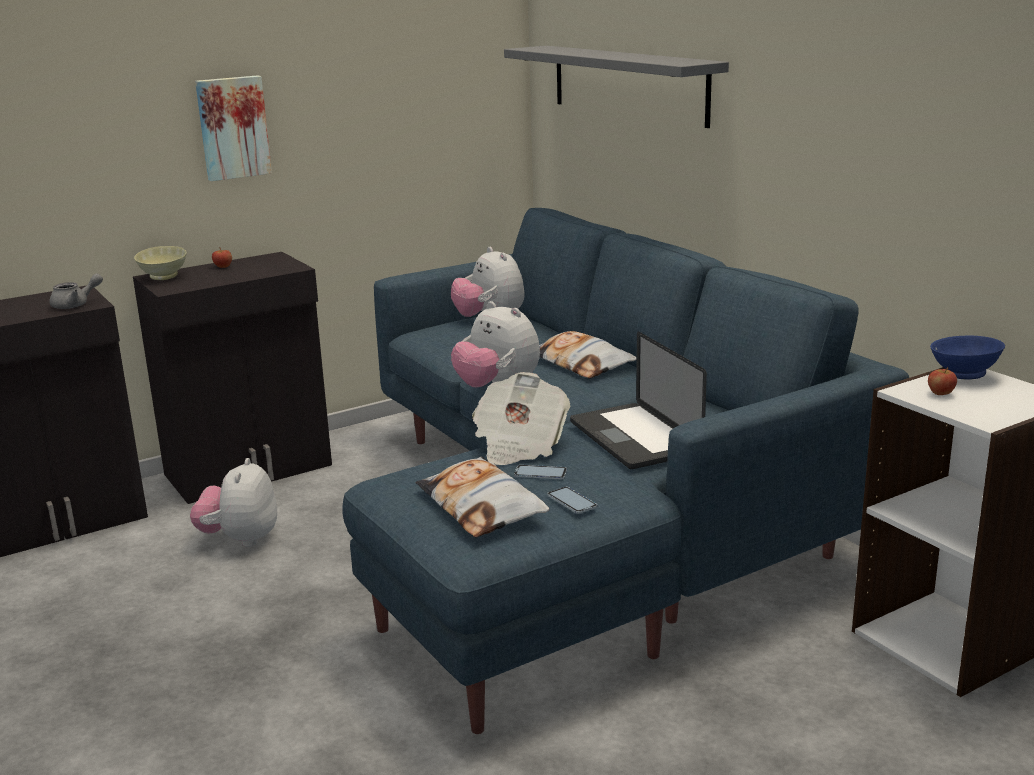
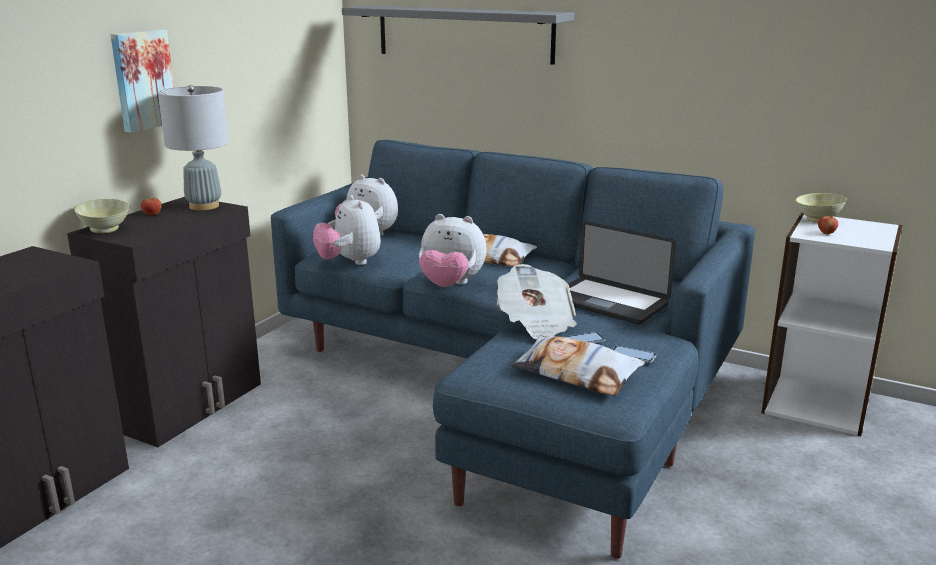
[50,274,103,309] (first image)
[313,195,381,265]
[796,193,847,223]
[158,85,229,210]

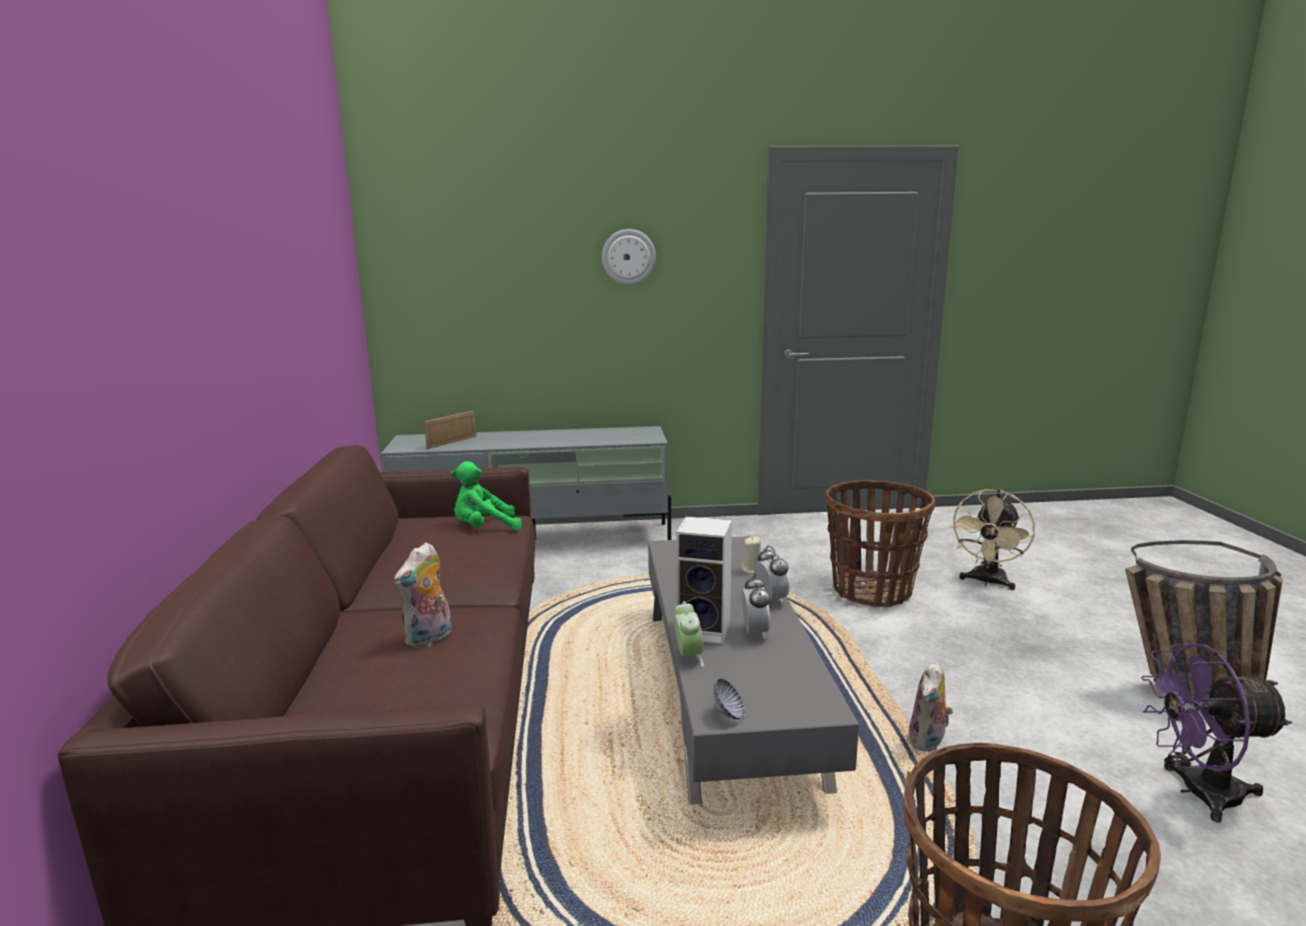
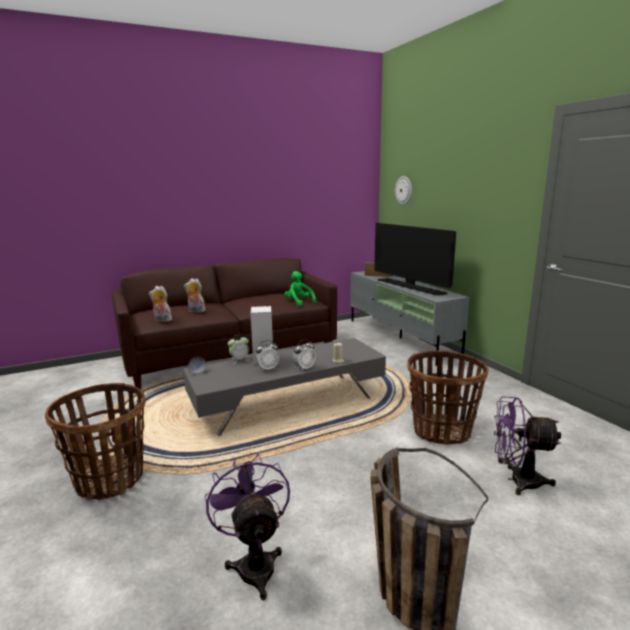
[395,176,412,205]
[149,286,174,322]
[494,397,561,495]
[374,223,456,295]

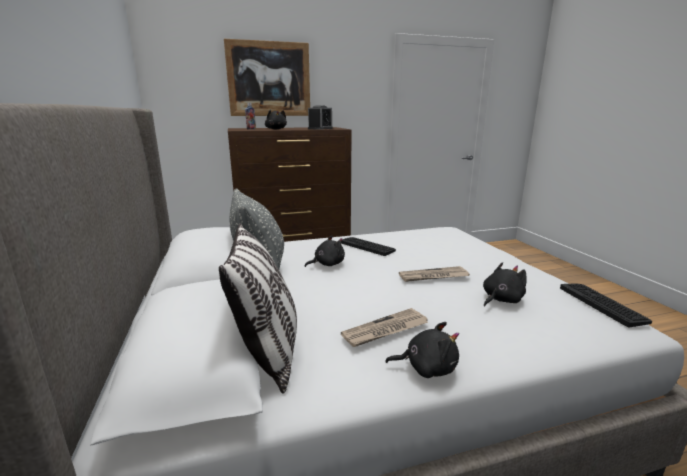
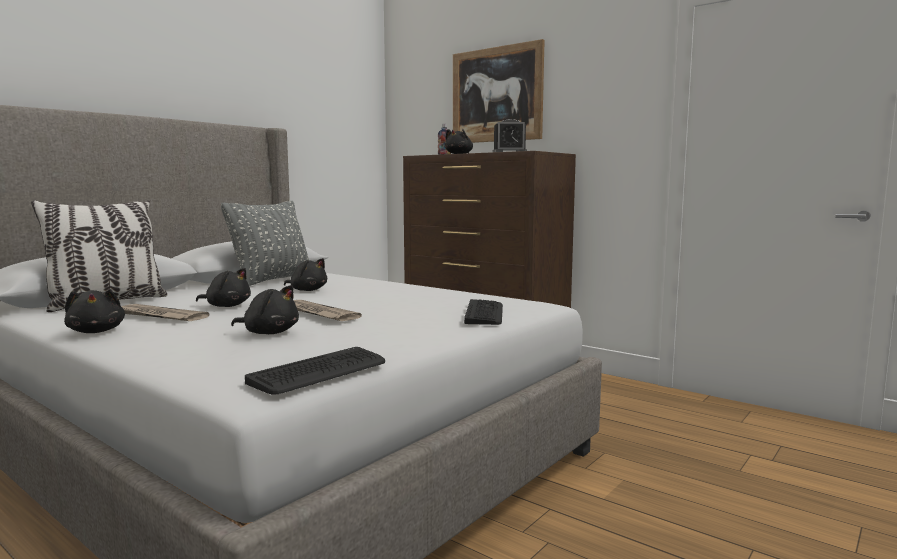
[464,299,503,325]
[196,268,251,307]

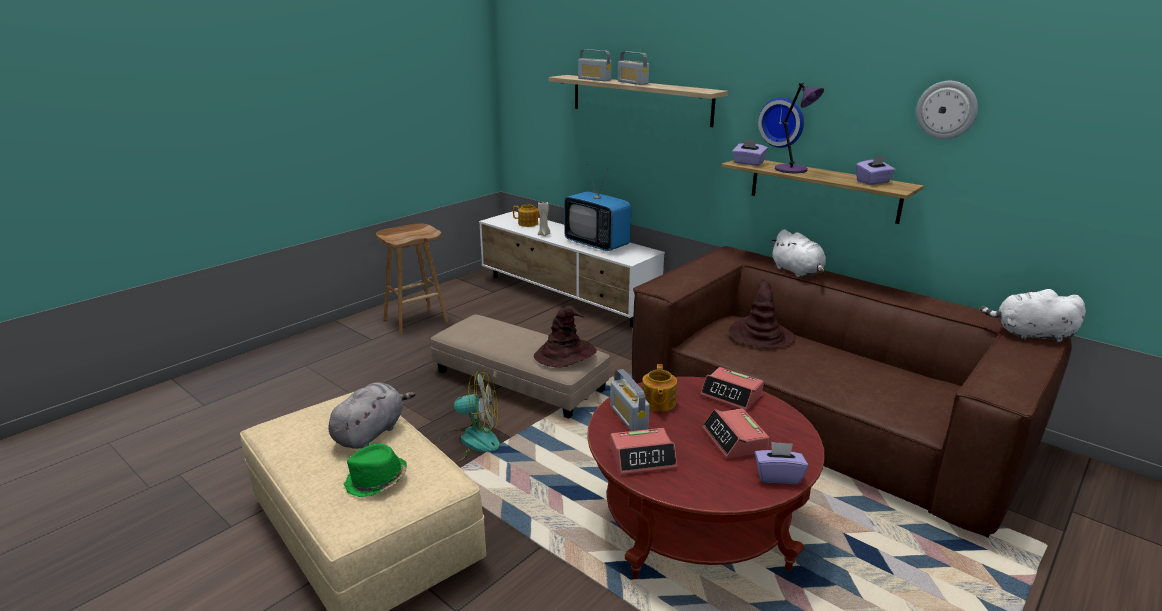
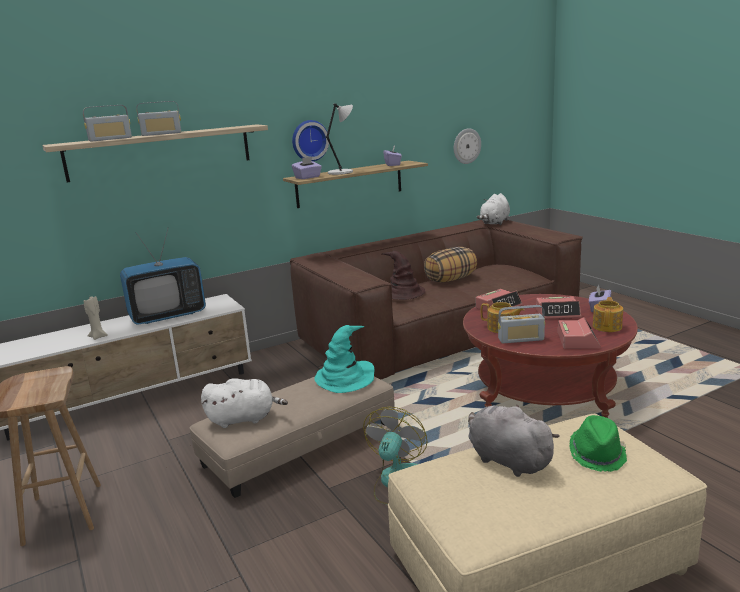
[593,297,623,332]
[314,325,374,393]
[201,378,288,428]
[326,103,353,175]
[454,128,481,164]
[424,247,477,282]

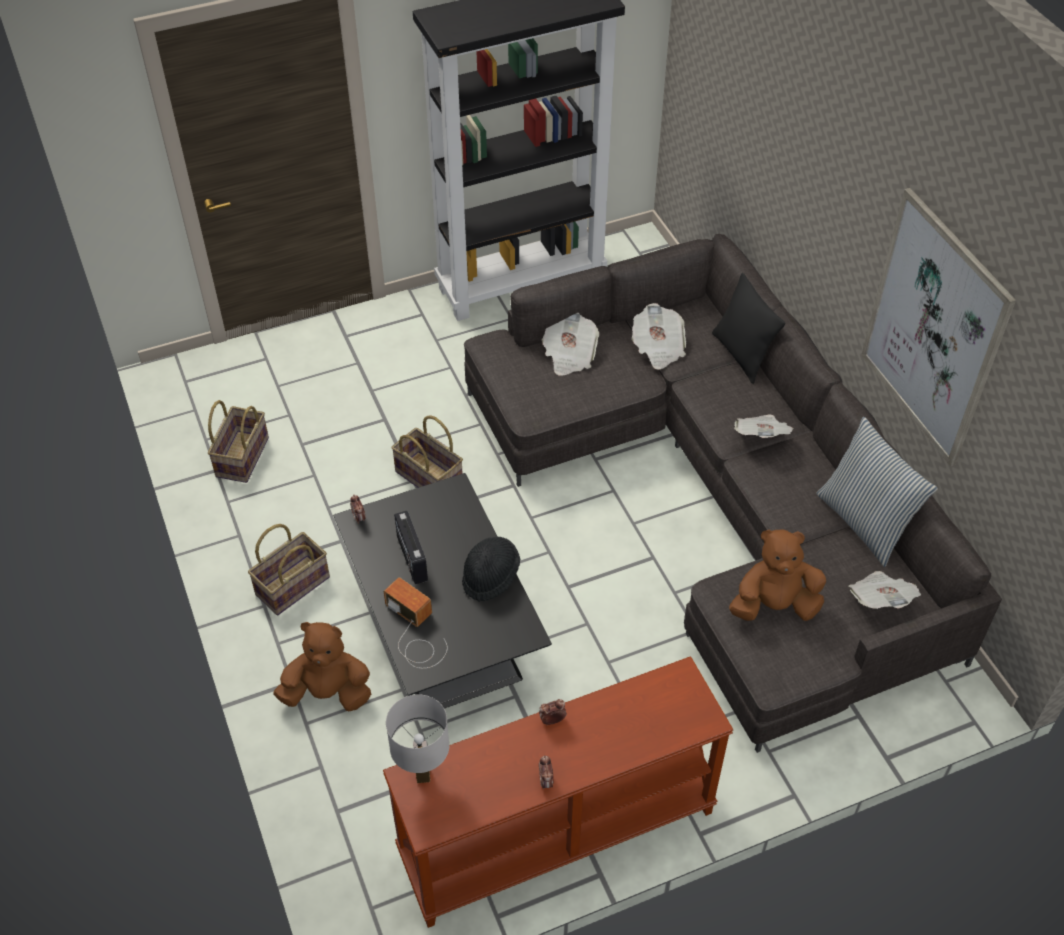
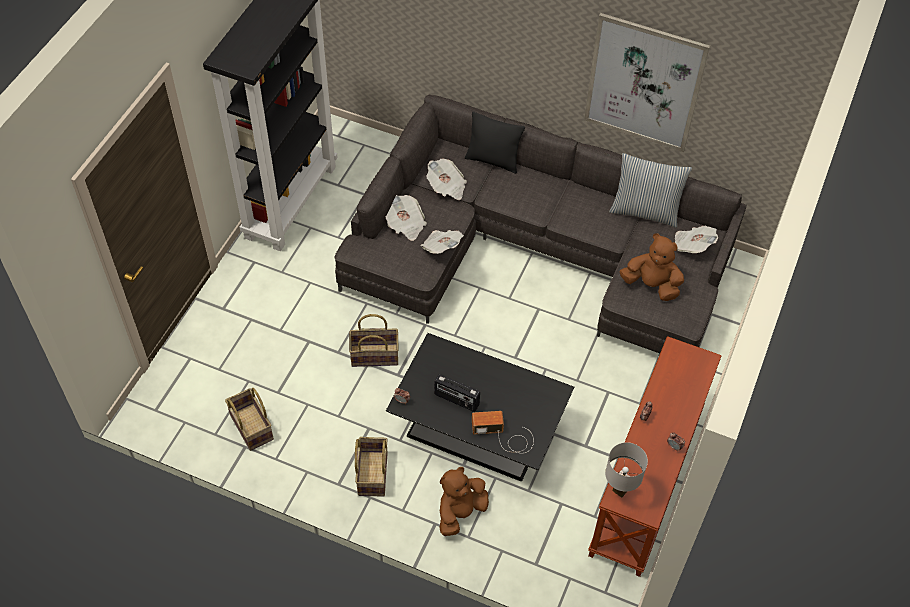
[462,537,520,602] (first image)
[620,233,684,301]
[420,230,464,254]

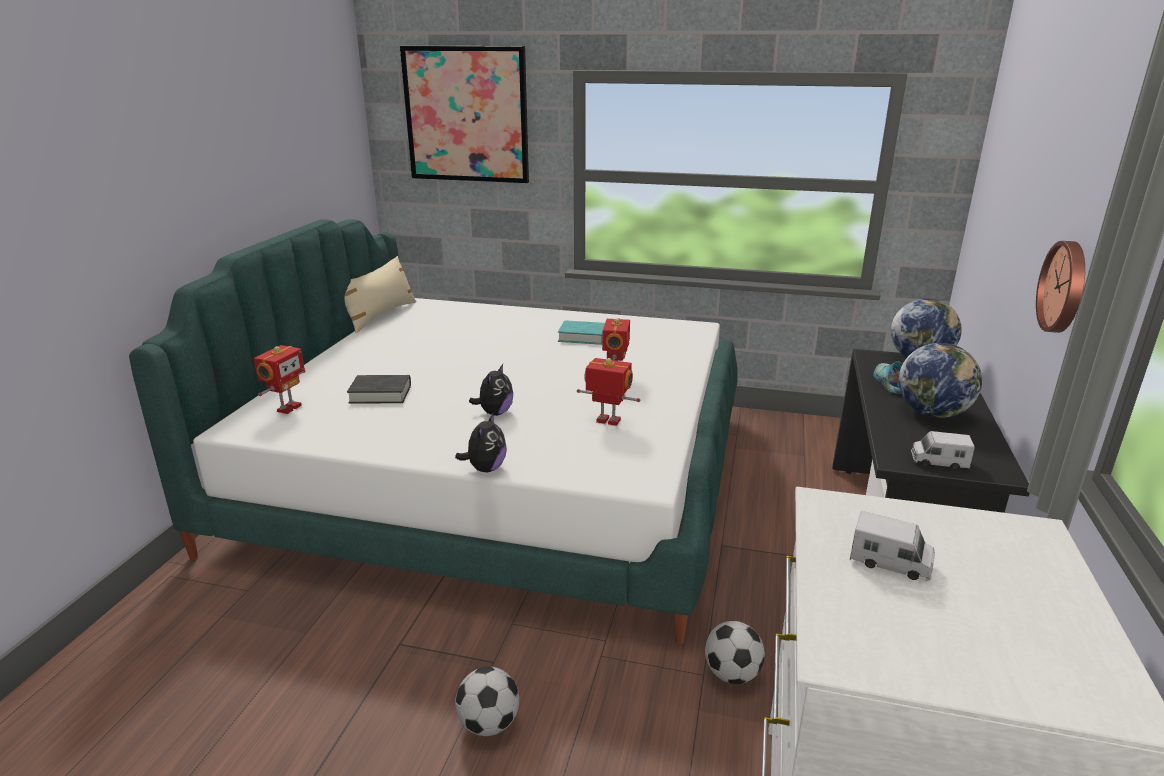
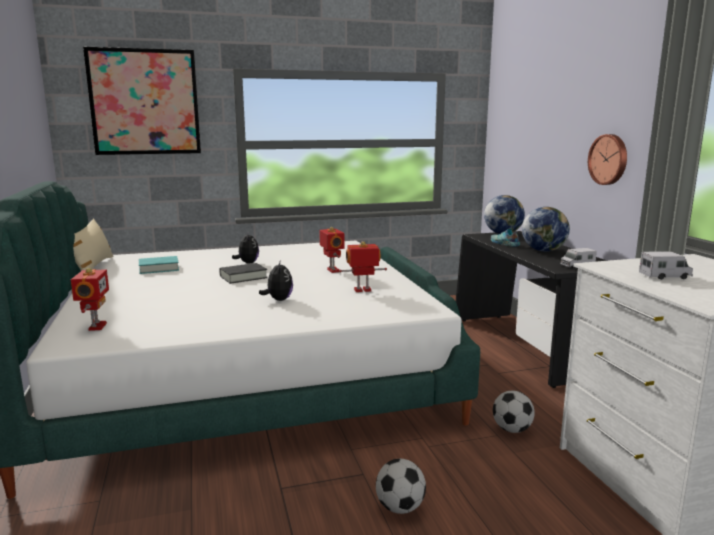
[219,263,268,284]
[232,231,259,264]
[139,256,179,274]

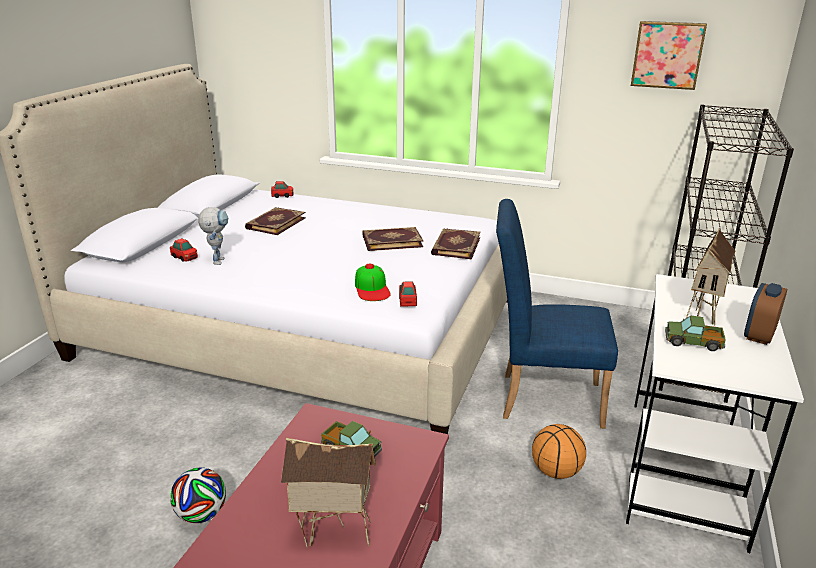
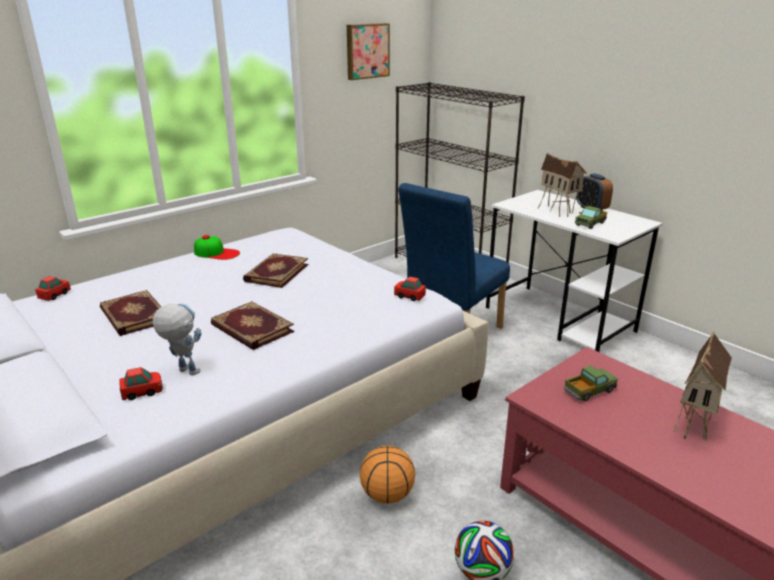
[194,235,240,260]
[211,301,294,350]
[360,446,415,503]

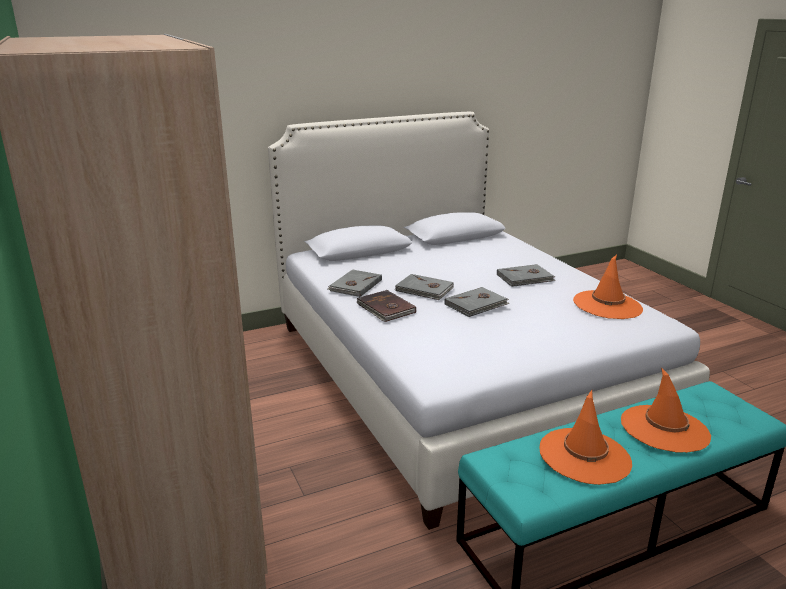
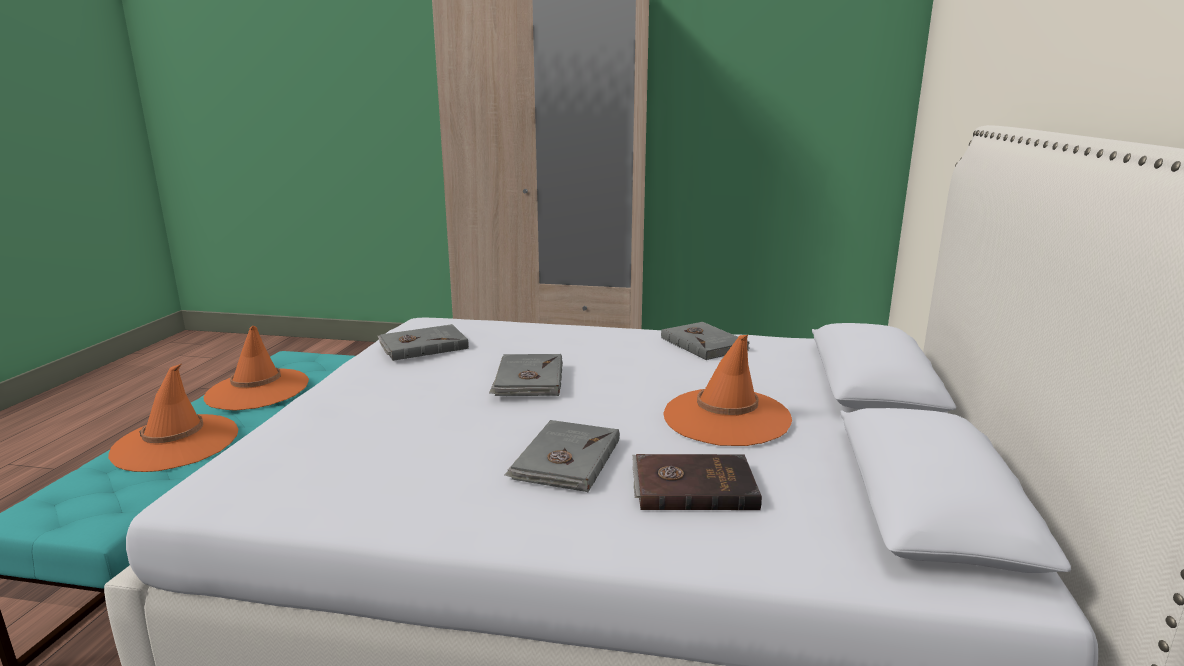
[632,454,762,510]
[378,324,469,361]
[663,335,792,446]

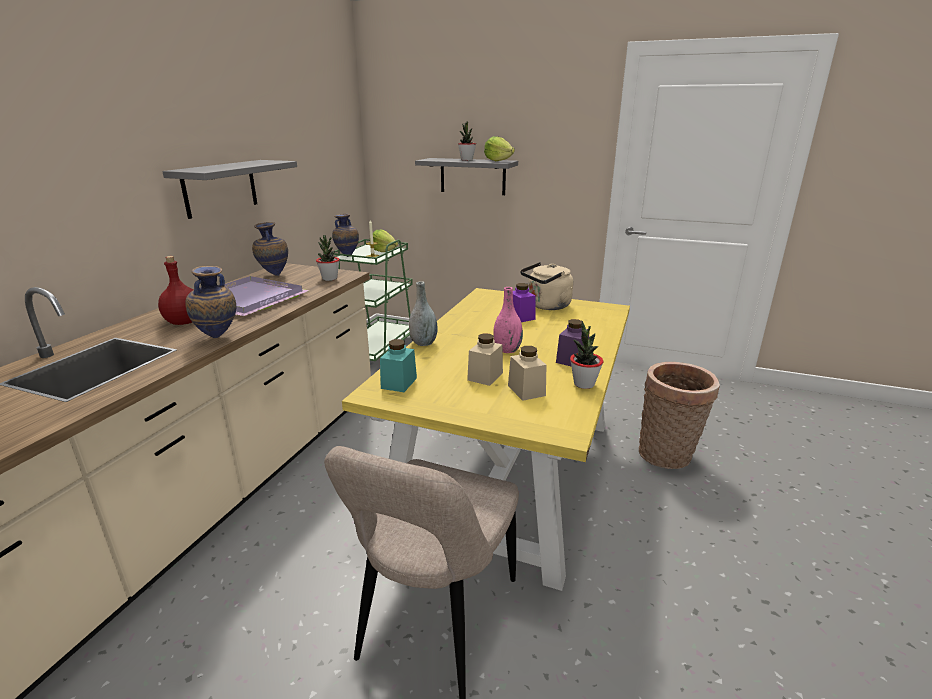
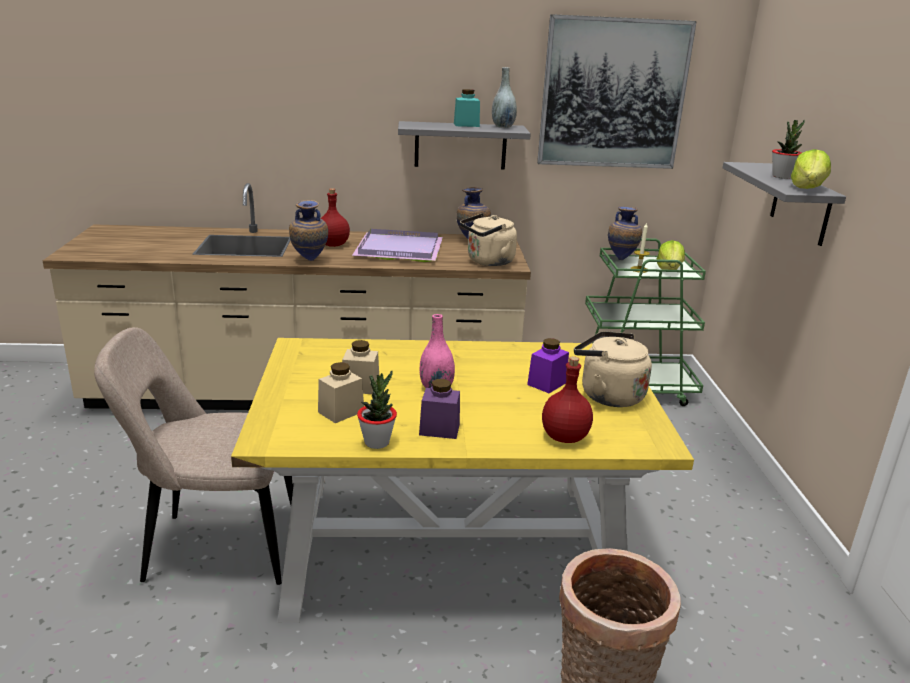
[460,213,517,266]
[454,89,480,127]
[492,67,517,128]
[537,14,697,169]
[542,356,593,443]

